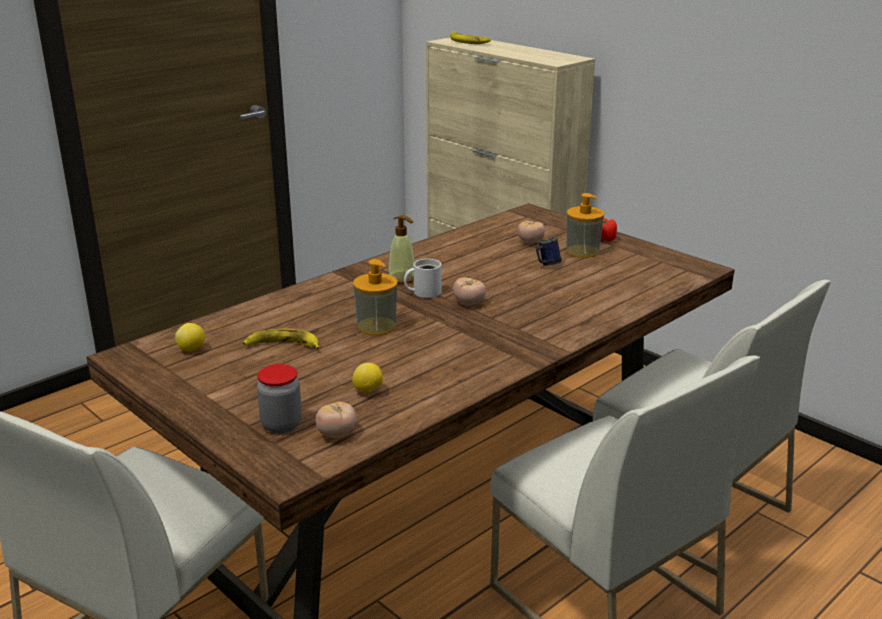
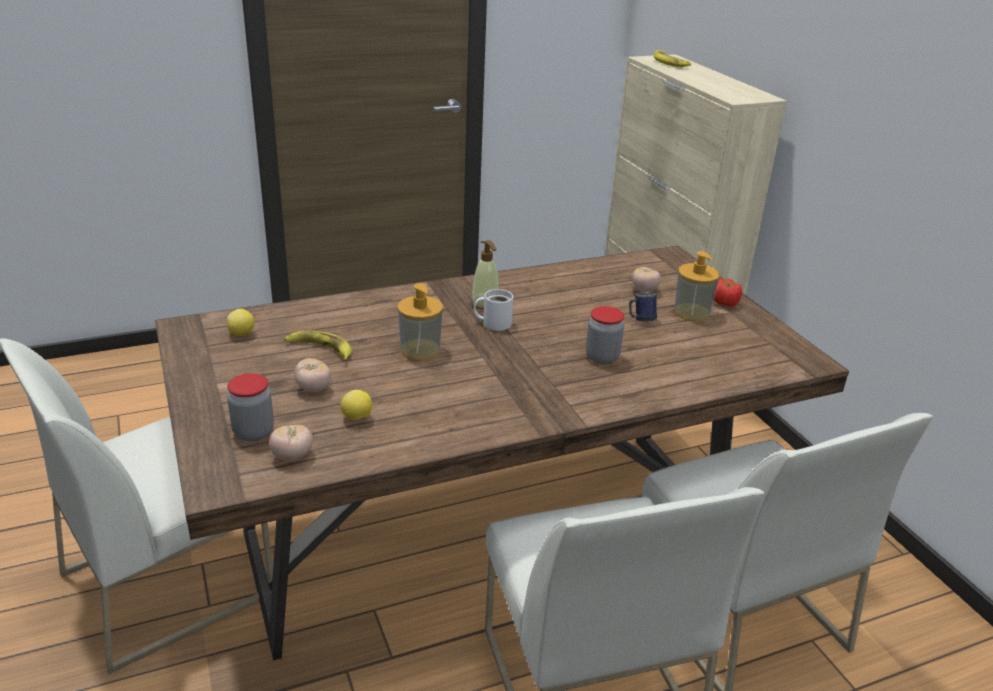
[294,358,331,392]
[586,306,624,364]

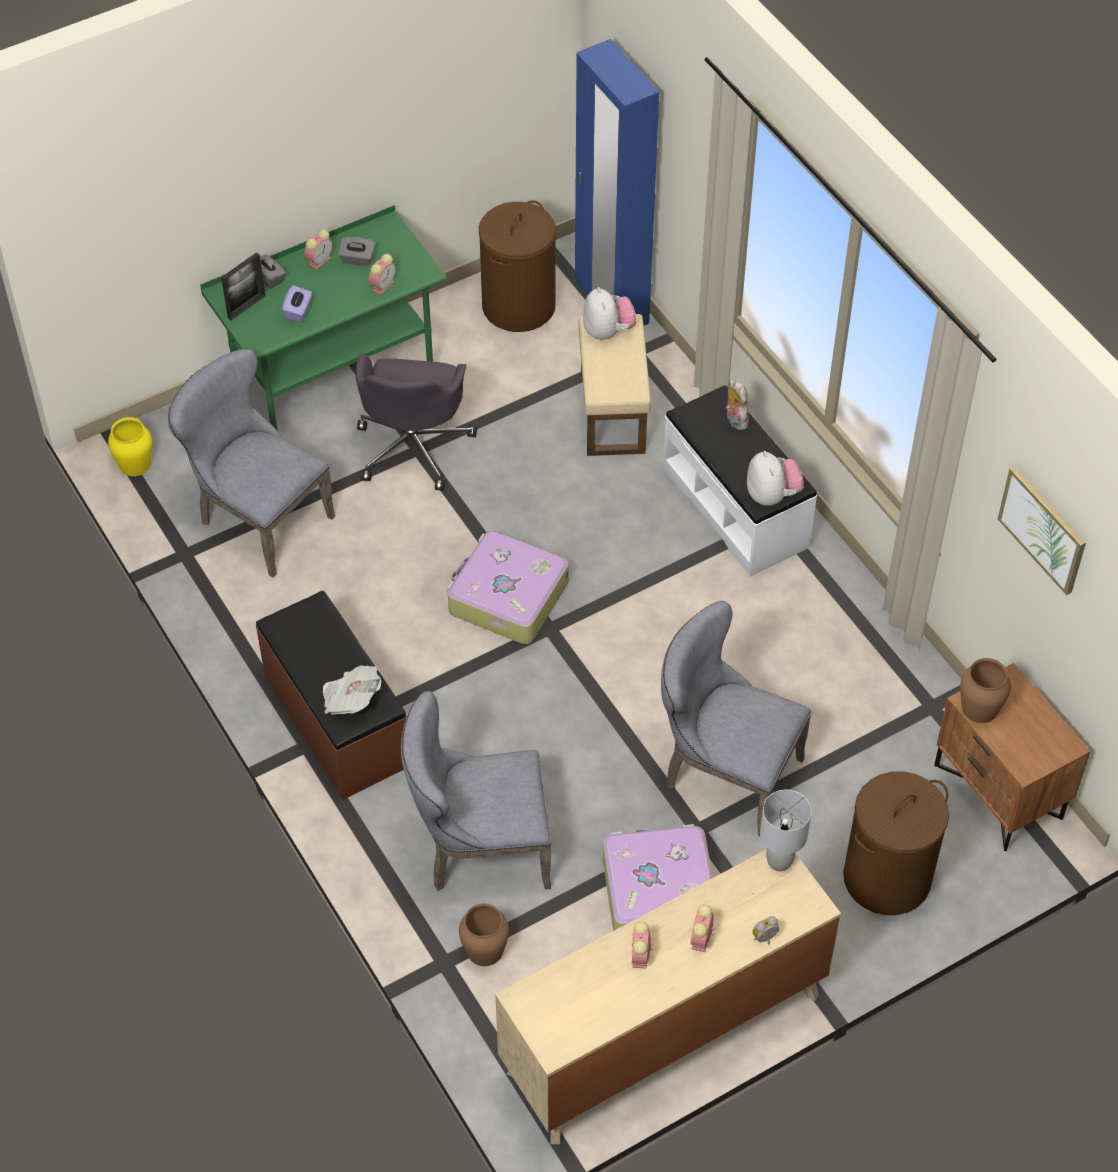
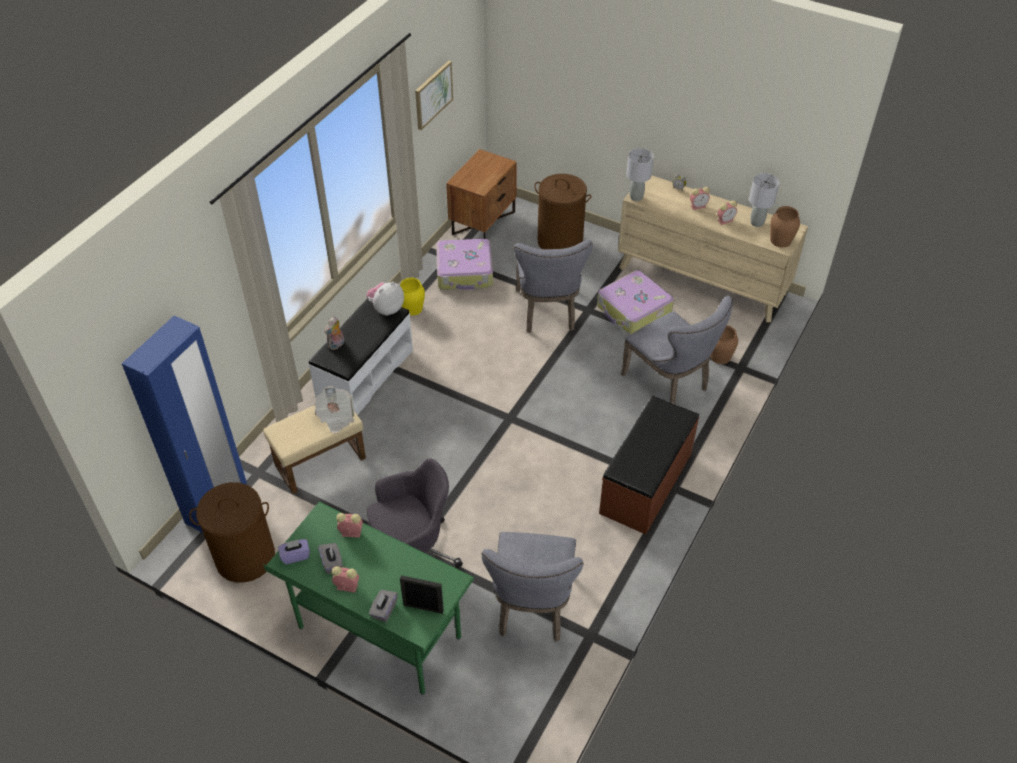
[400,278,425,316]
[278,539,310,564]
[315,386,354,433]
[436,239,493,290]
[583,287,636,340] (first image)
[770,206,800,247]
[749,173,779,227]

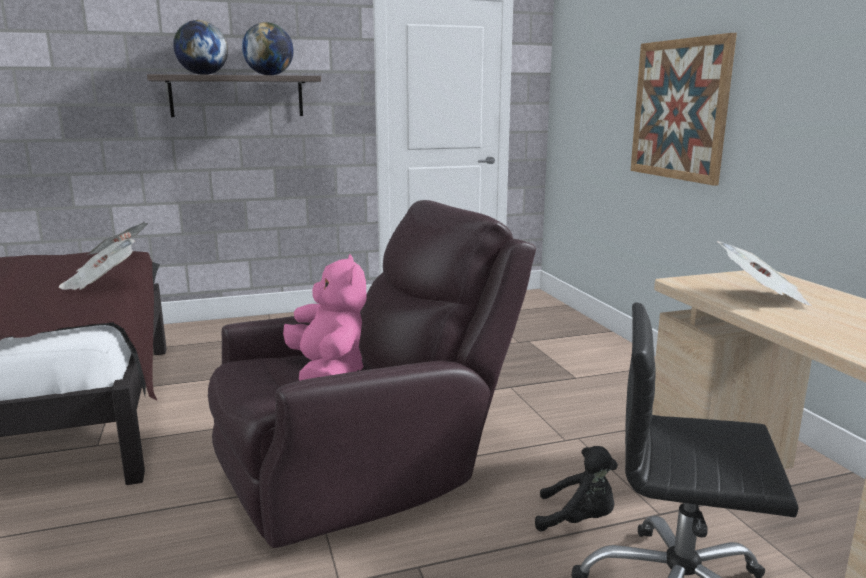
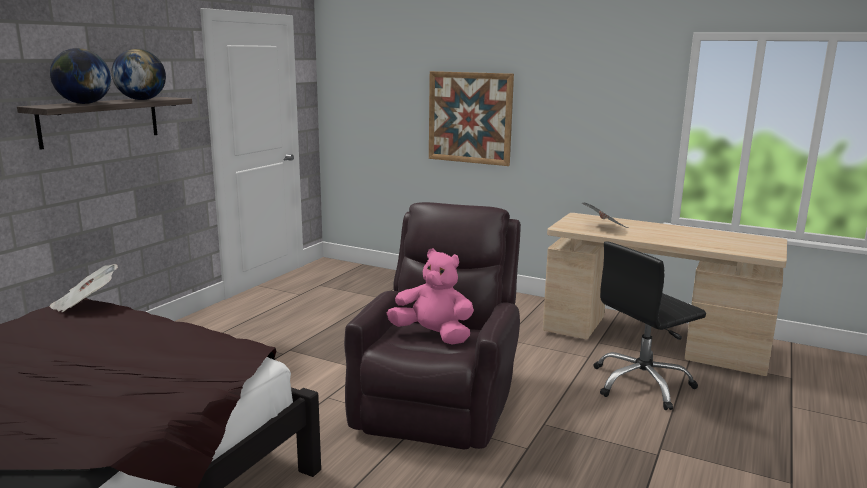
[59,239,135,290] (first image)
[535,446,618,532] (first image)

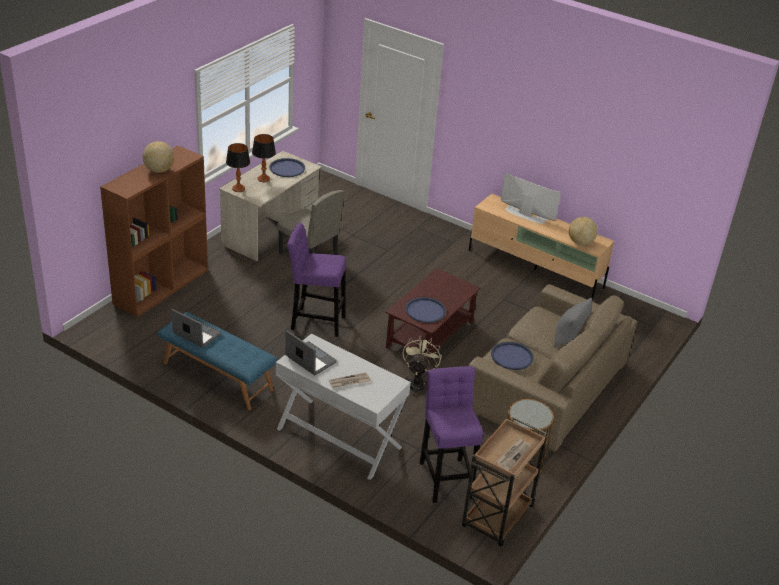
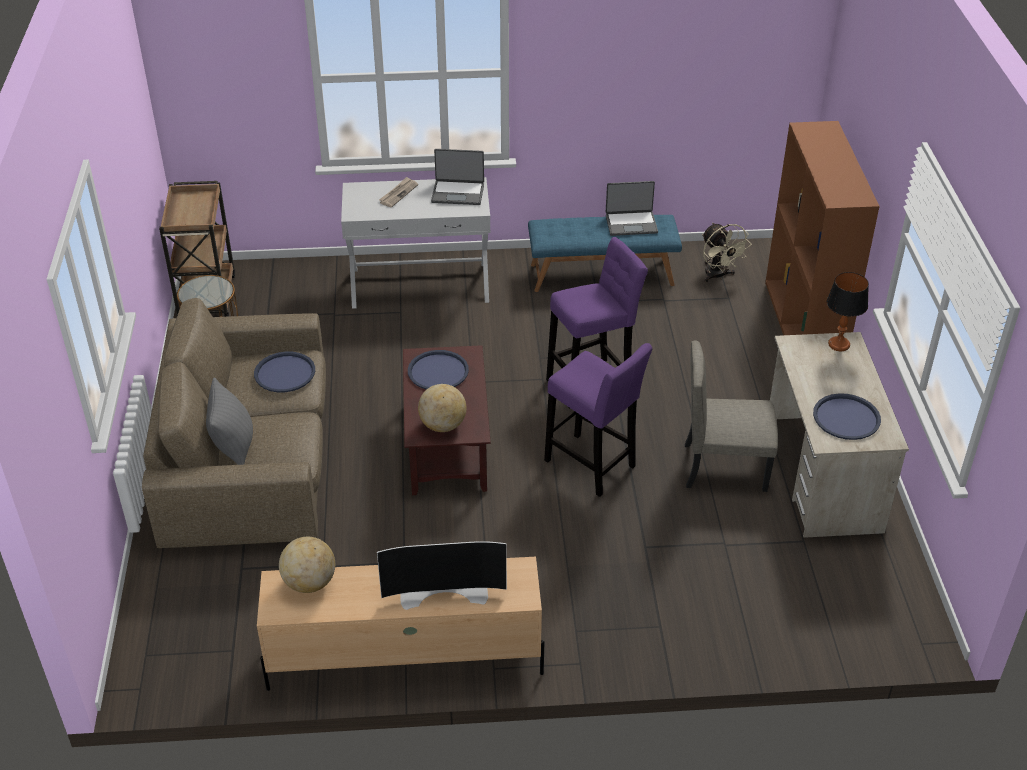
[418,384,467,432]
[252,134,276,182] (first image)
[702,223,751,282]
[544,343,652,497]
[496,438,530,471] (first image)

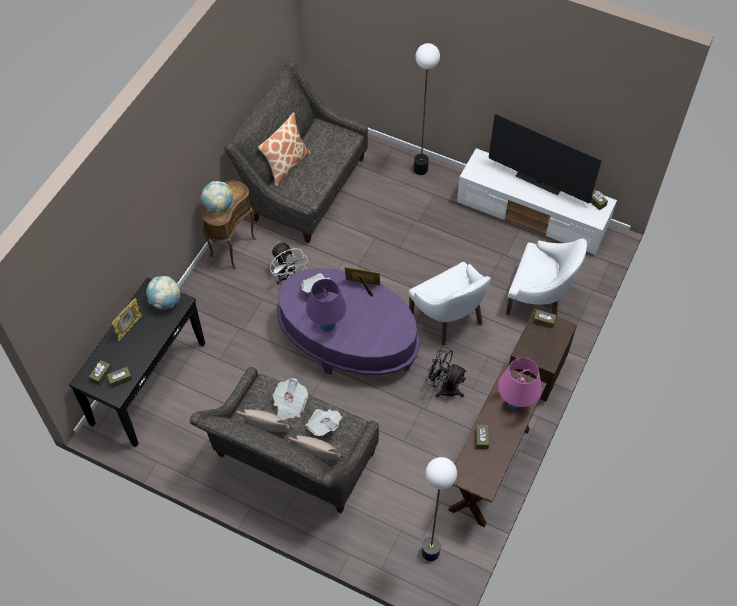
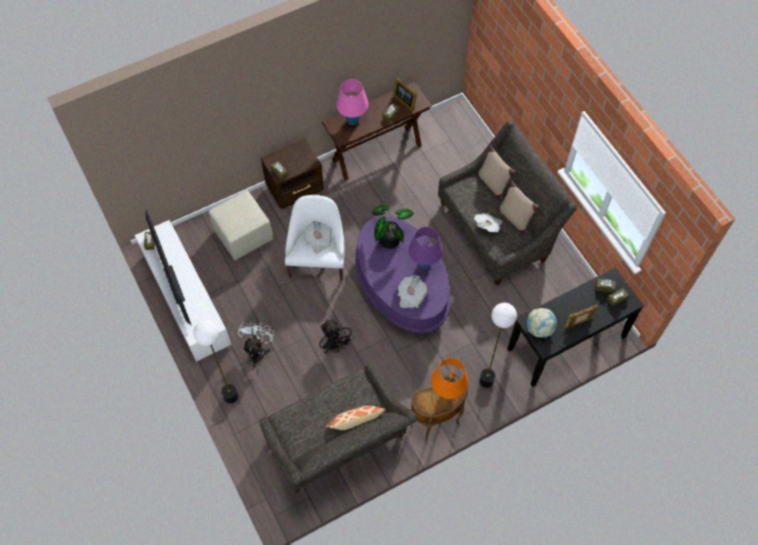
[431,358,469,399]
[238,321,274,367]
[304,221,332,254]
[393,78,417,112]
[479,303,517,388]
[319,319,354,354]
[209,191,273,260]
[372,205,414,249]

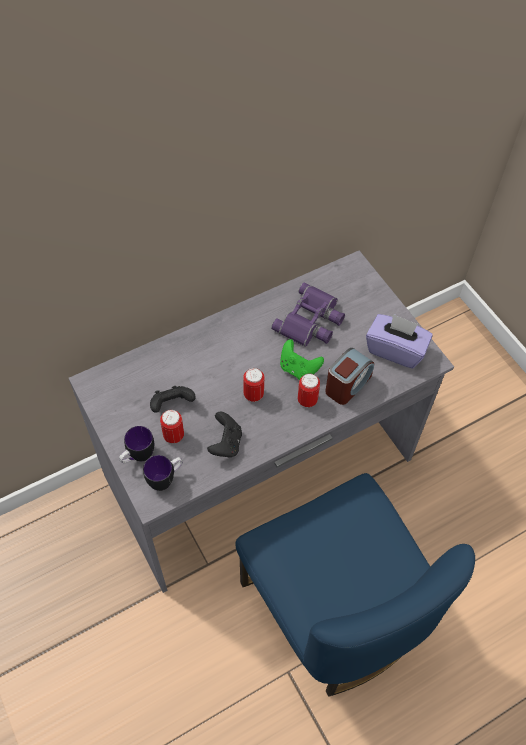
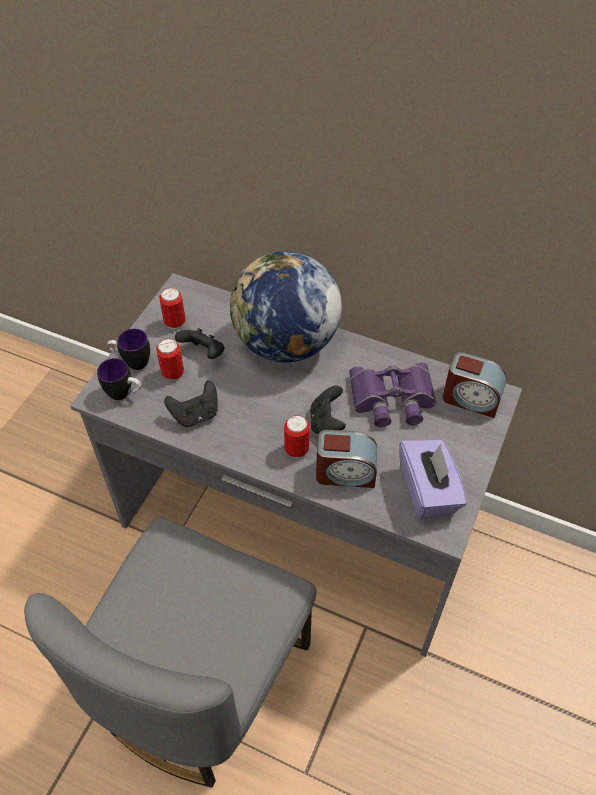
[24,517,316,788]
[159,288,186,329]
[310,386,346,434]
[230,251,342,362]
[443,352,507,418]

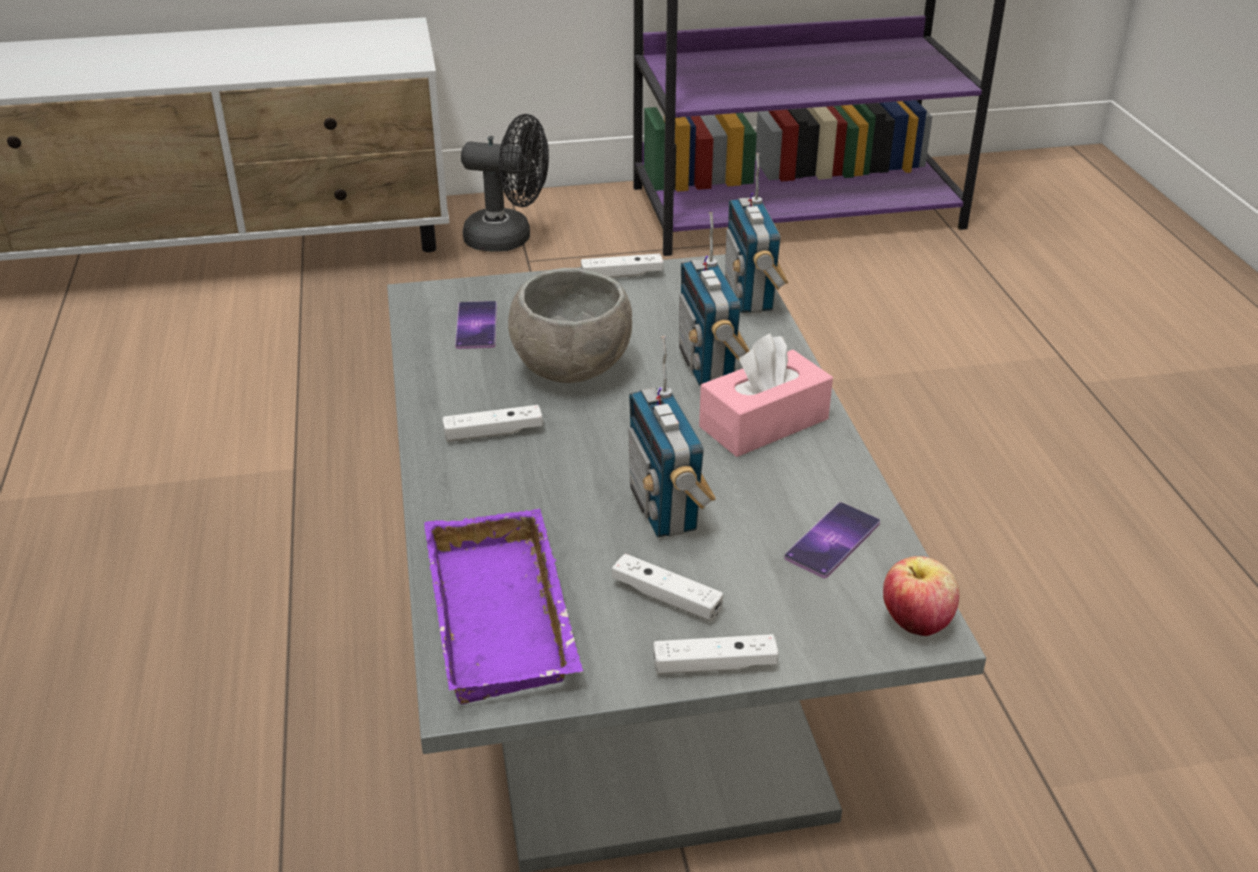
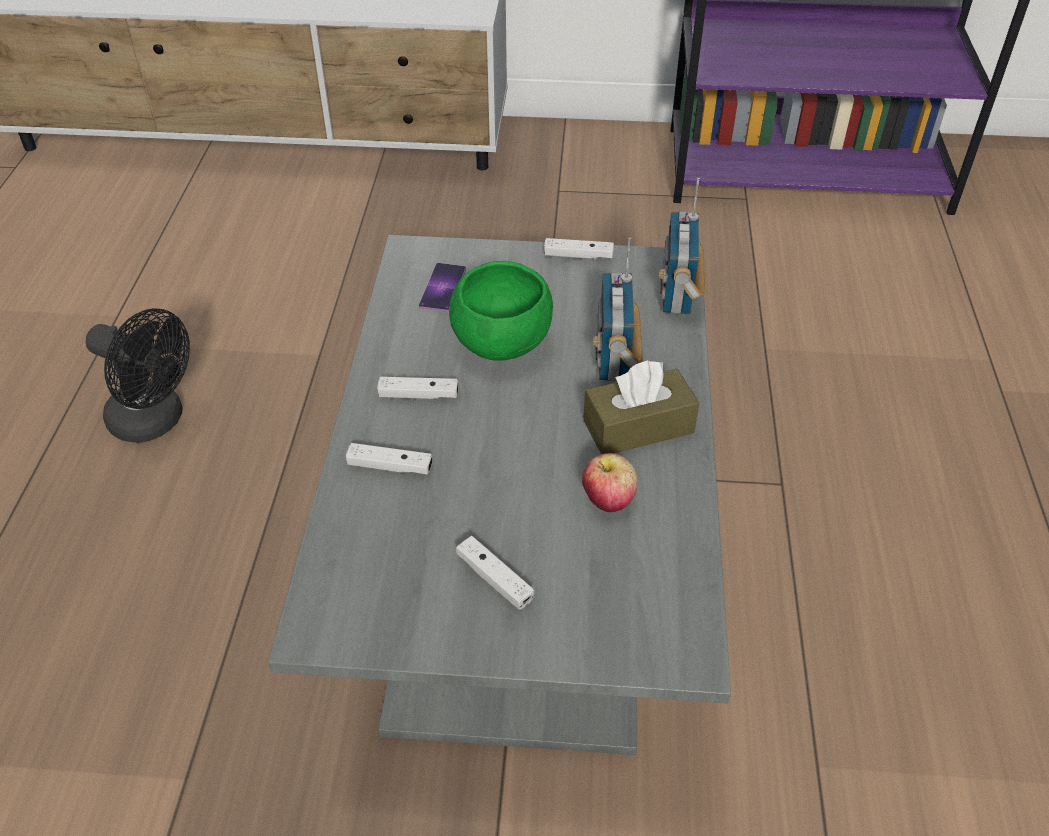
[424,509,583,704] (first image)
[85,308,190,443]
[449,261,553,361]
[628,336,716,537] (first image)
[345,443,433,474]
[583,360,699,454]
[784,502,880,578] (first image)
[582,453,638,512]

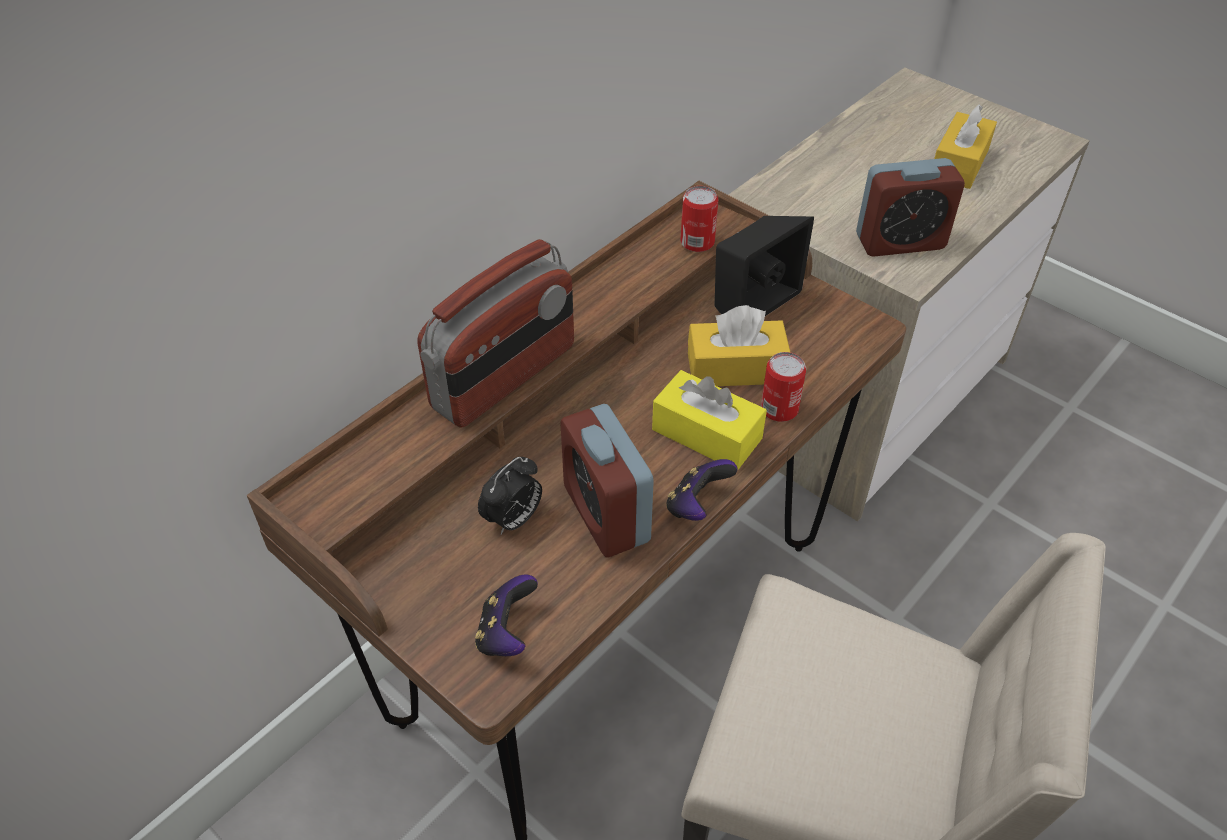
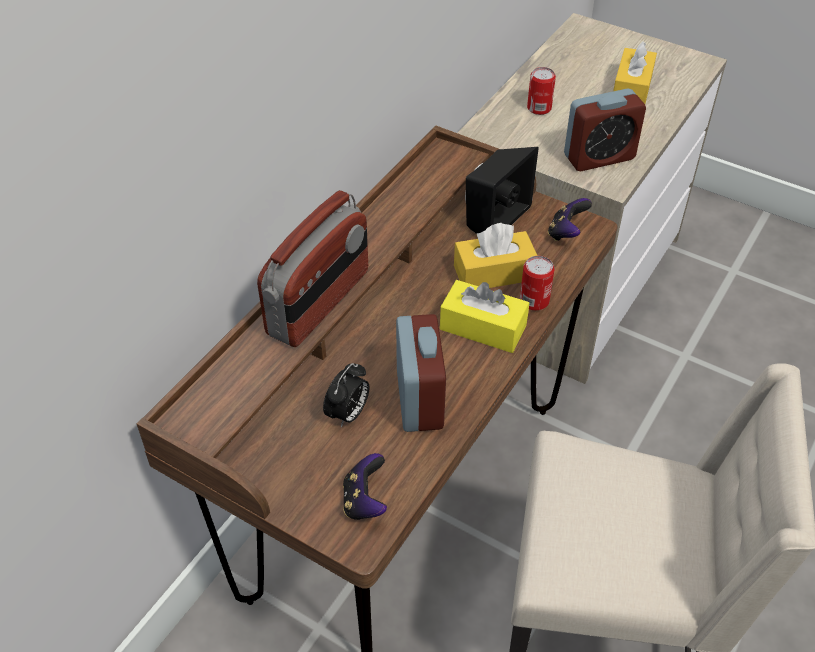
[396,314,446,432]
[548,198,592,241]
[527,67,556,115]

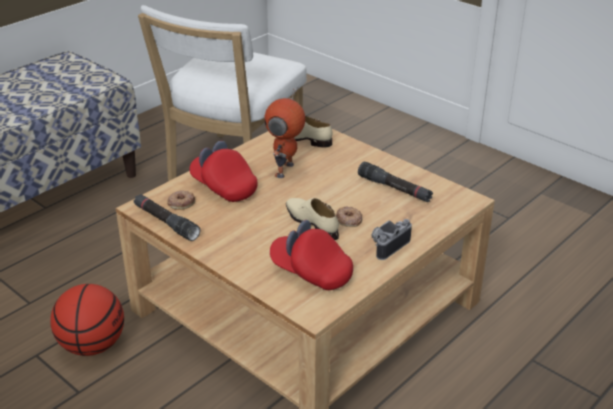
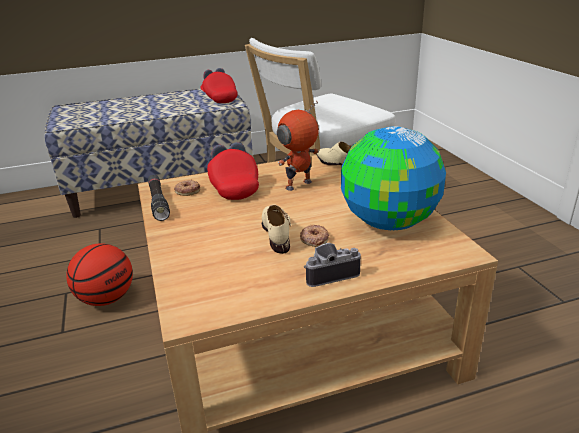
[200,68,238,103]
[341,126,446,230]

